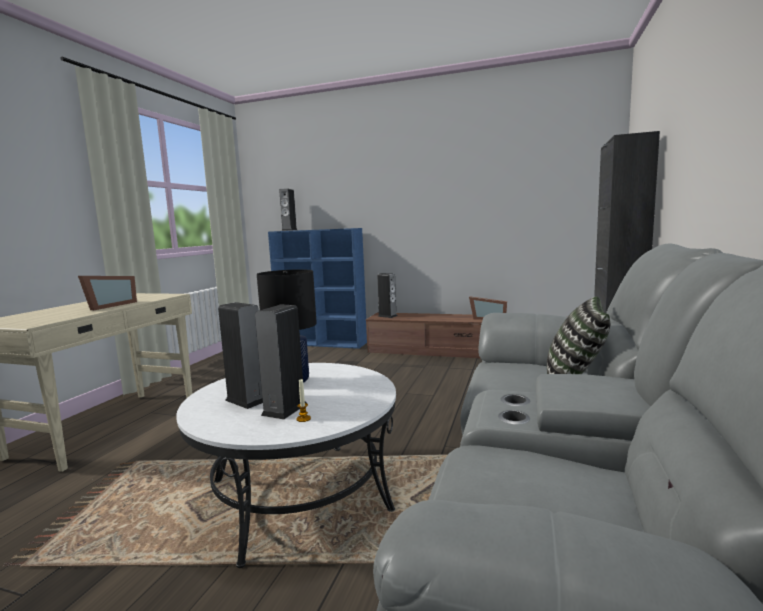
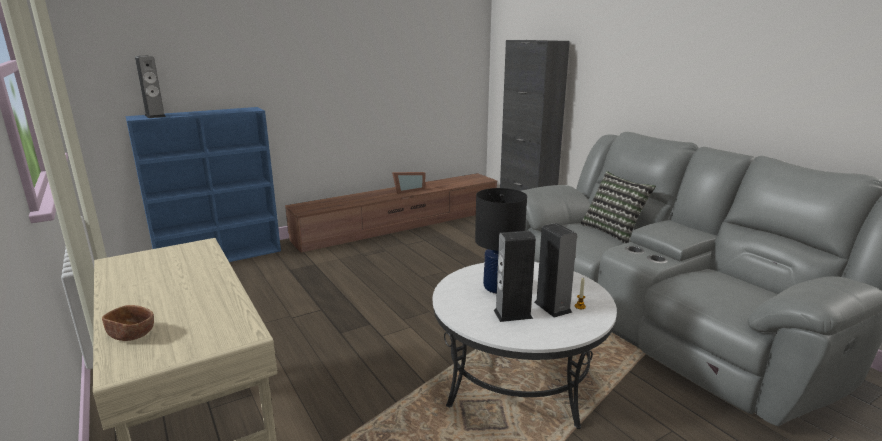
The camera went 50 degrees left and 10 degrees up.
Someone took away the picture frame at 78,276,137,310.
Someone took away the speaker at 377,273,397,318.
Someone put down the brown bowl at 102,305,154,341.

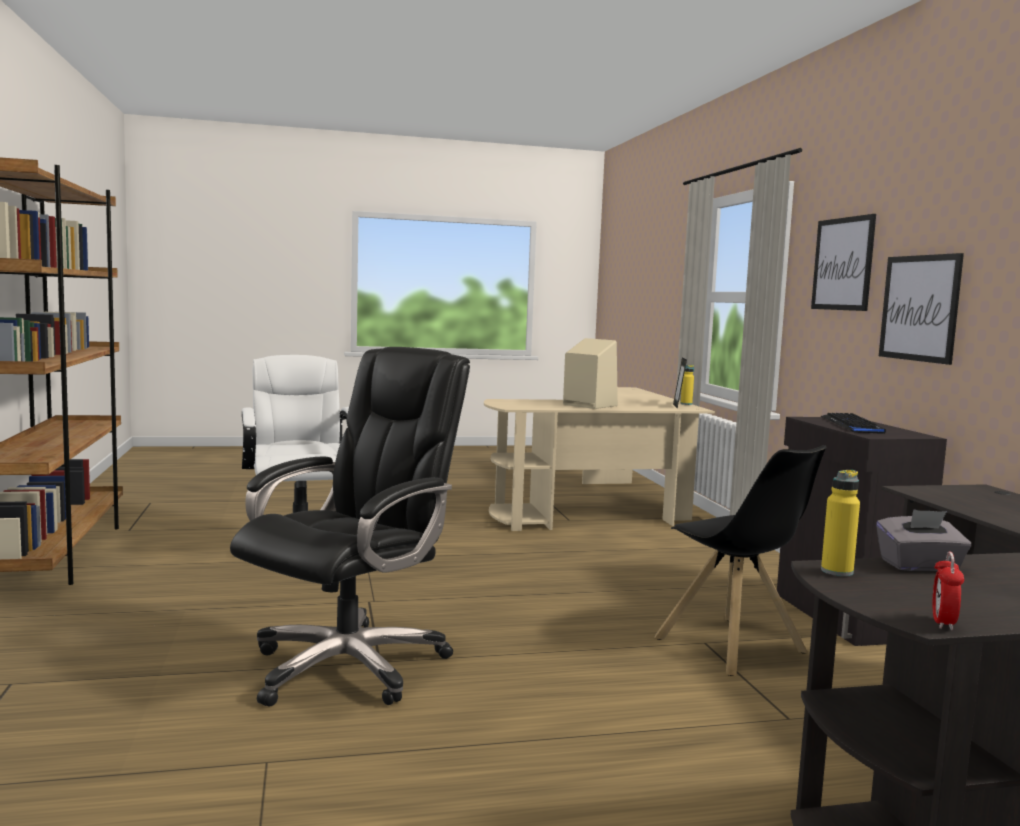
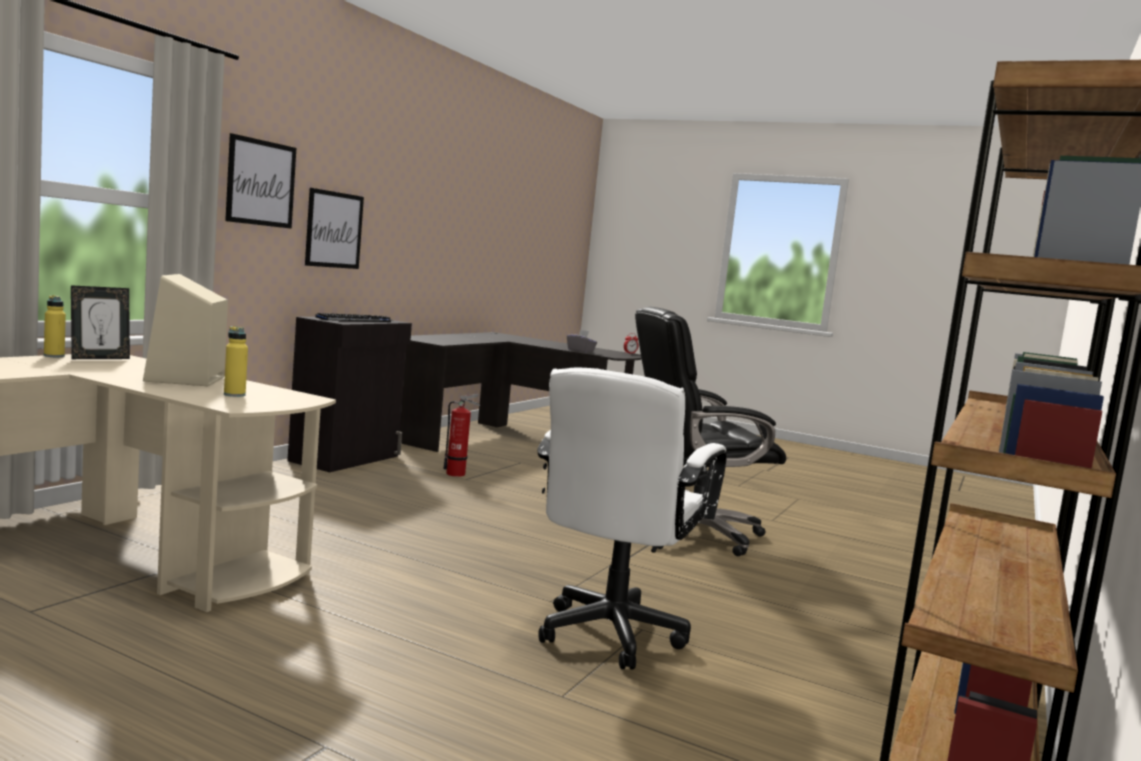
The camera went 140 degrees left and 0 degrees up.
Someone carried the yellow bottle from 821,470,860,576 to 224,326,248,397.
Someone swapped the black chair at 654,445,826,676 for the fire extinguisher at 443,394,480,477.

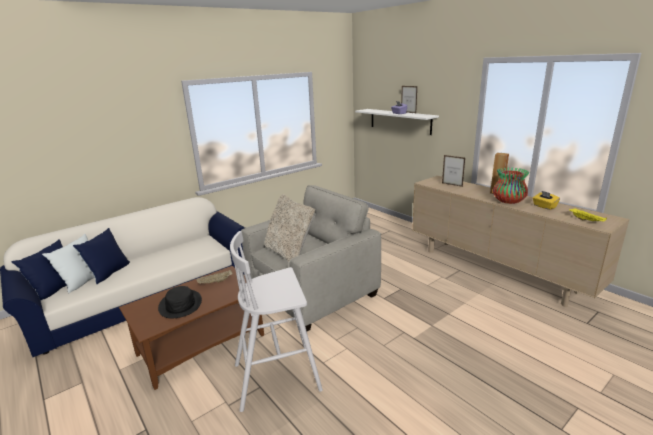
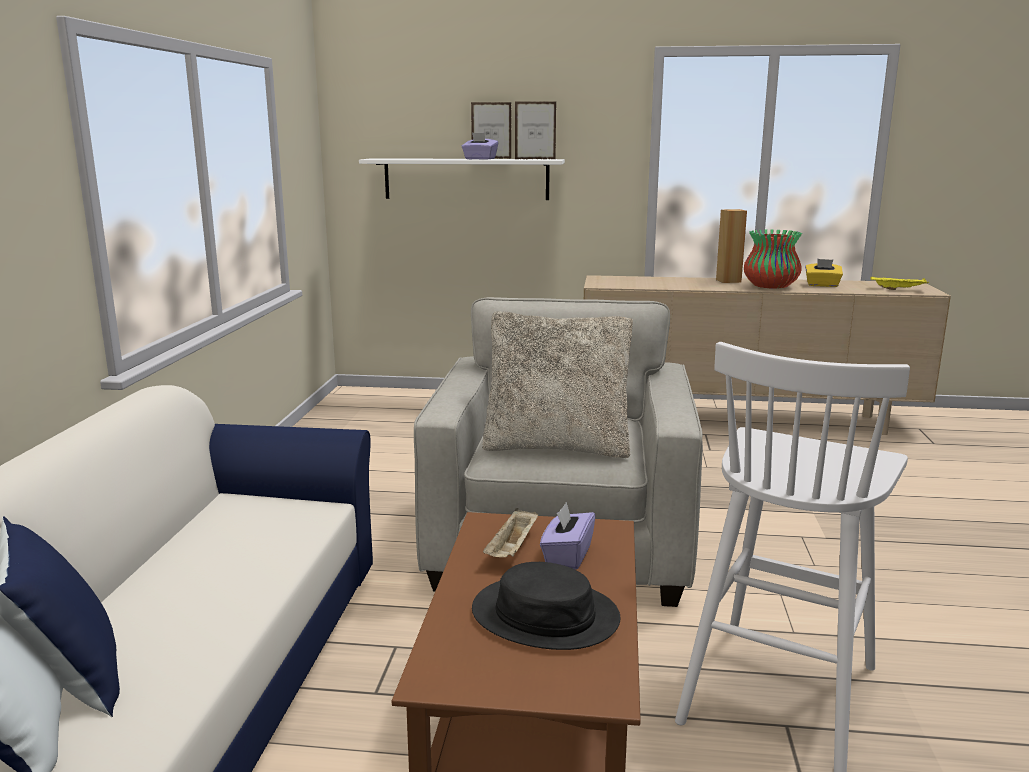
The camera went 45 degrees left and 5 degrees down.
Someone put down the purple tissue box at 540,502,595,570.
Someone carried the picture frame from 442,155,465,187 to 515,101,557,159.

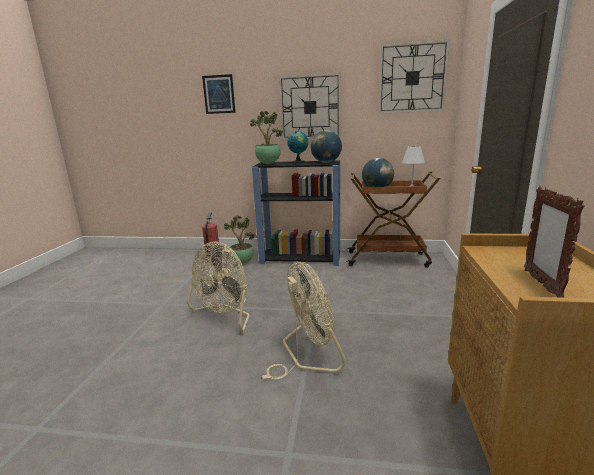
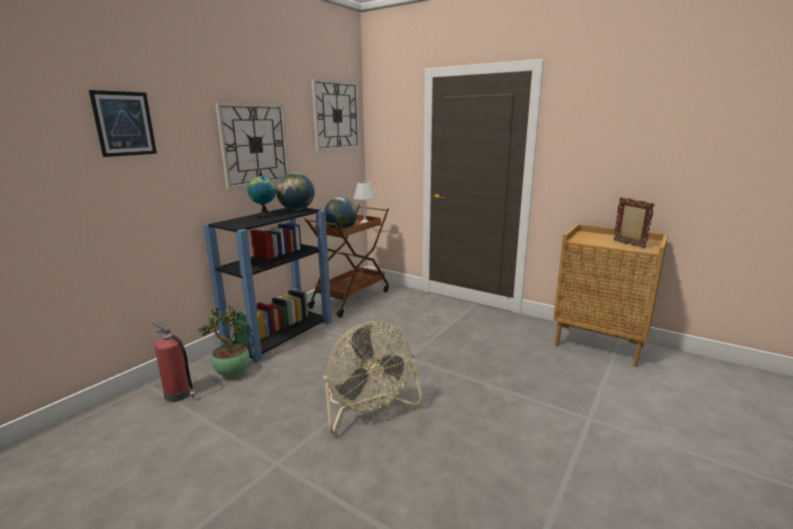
The camera went 65 degrees left and 0 degrees up.
Someone took away the potted plant at 250,111,283,164.
Someone took away the beige fan at 260,262,346,381.
Someone rotated the picture frame at 524,187,585,298 by 150 degrees counterclockwise.

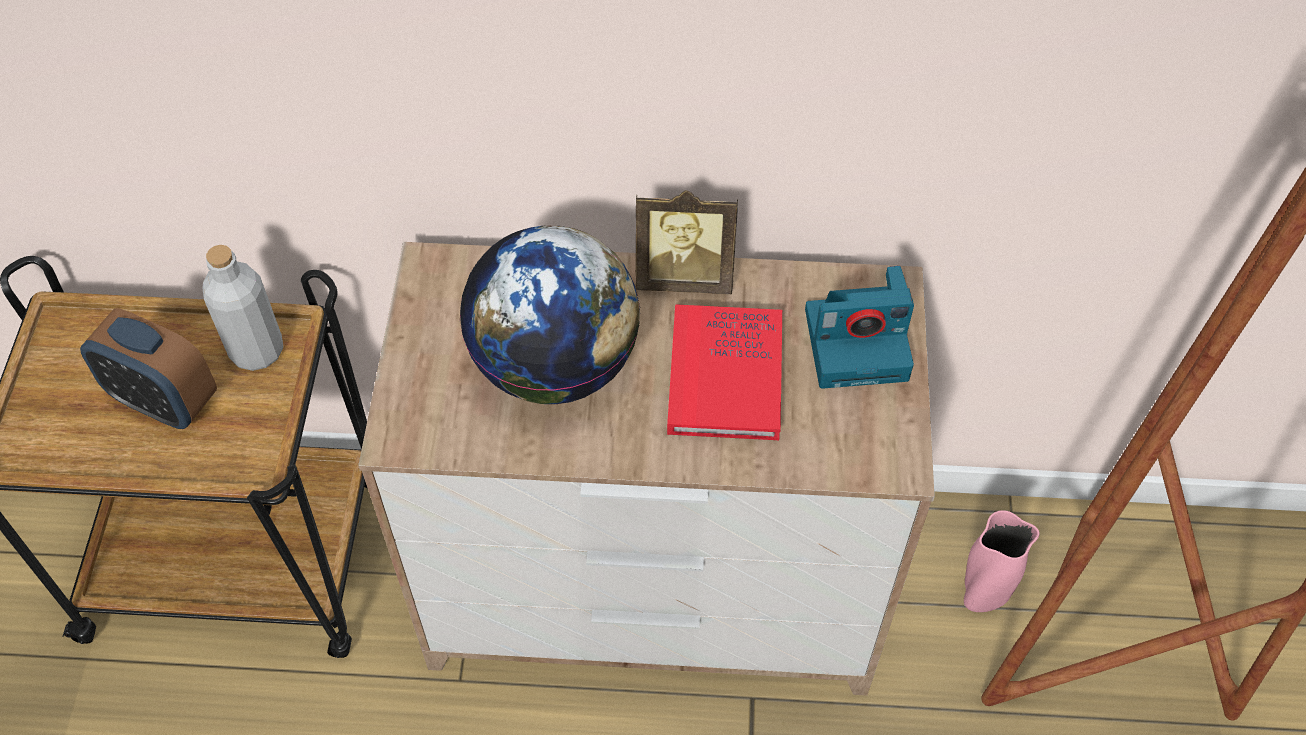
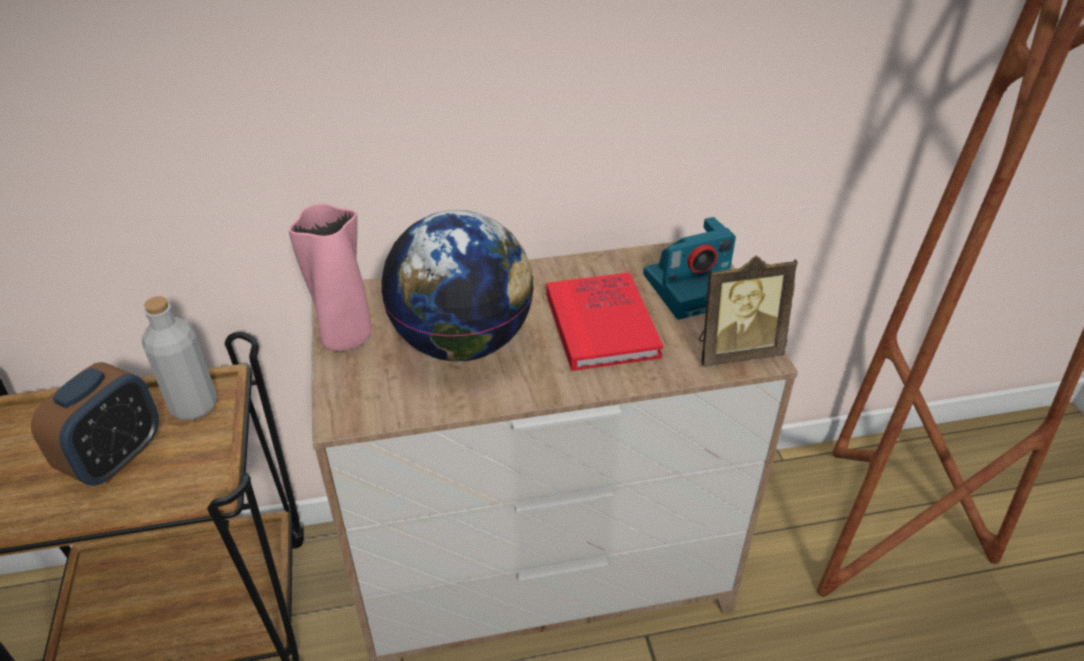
The camera went 15 degrees left and 15 degrees down.
Someone carried the picture frame from 636,190,738,294 to 699,256,798,367.
Someone carried the pink vase from 964,510,1040,612 to 289,204,372,352.
Someone rotated the alarm clock at 80,308,217,429 by 75 degrees counterclockwise.

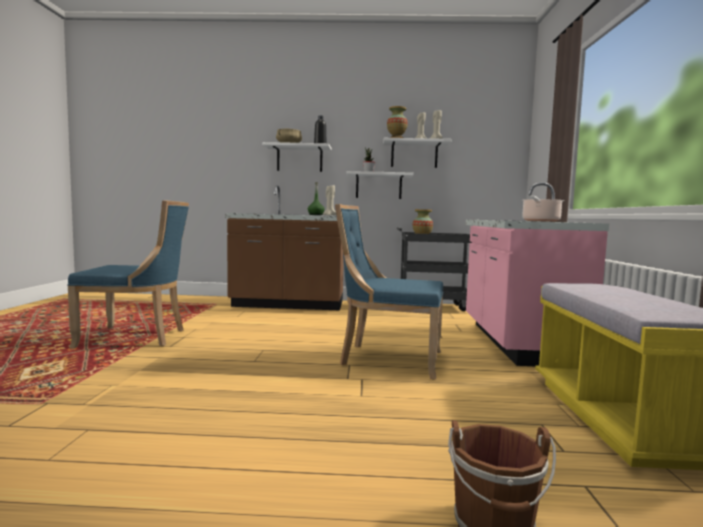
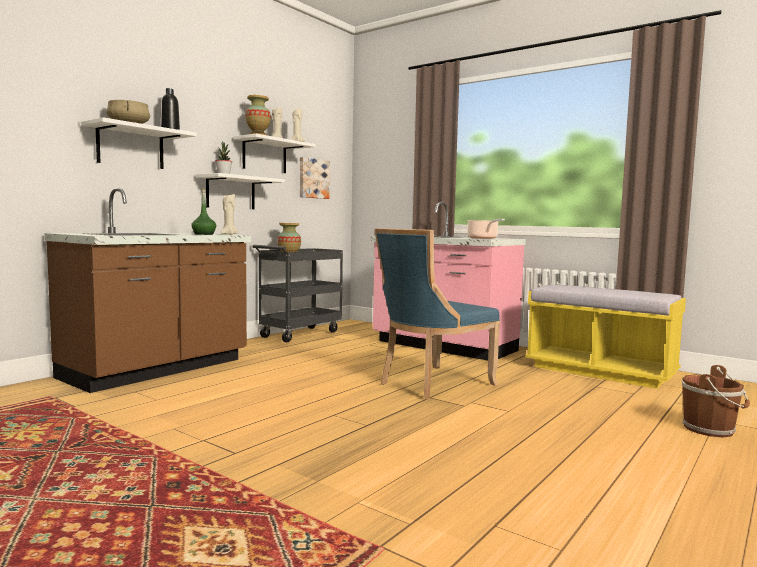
The camera went 55 degrees left and 0 degrees up.
Someone took away the blue chair at 67,200,189,348.
Someone put up the picture at 300,157,330,199.

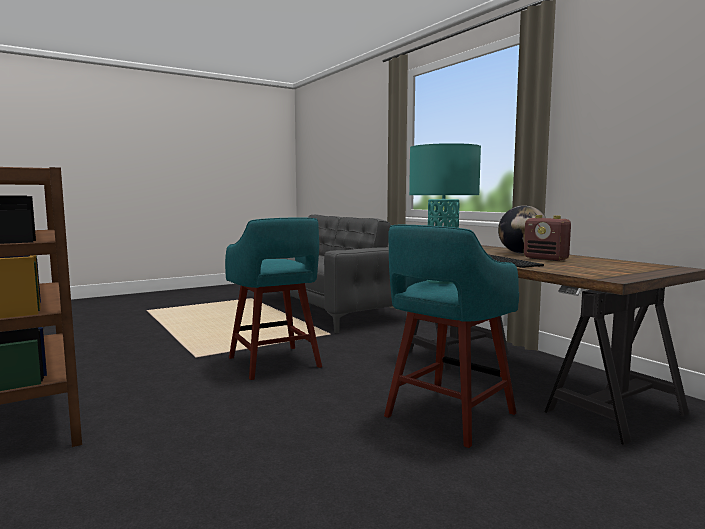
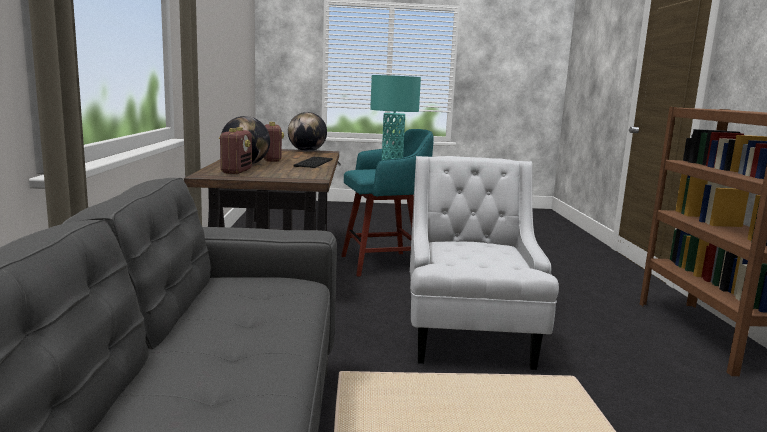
The camera went 150 degrees left and 5 degrees up.
Someone put down the radio at 219,127,252,174.
Someone put down the globe at 288,112,327,152.
Someone swapped the turquoise stool at 225,217,322,380 for the white armchair at 410,156,559,370.

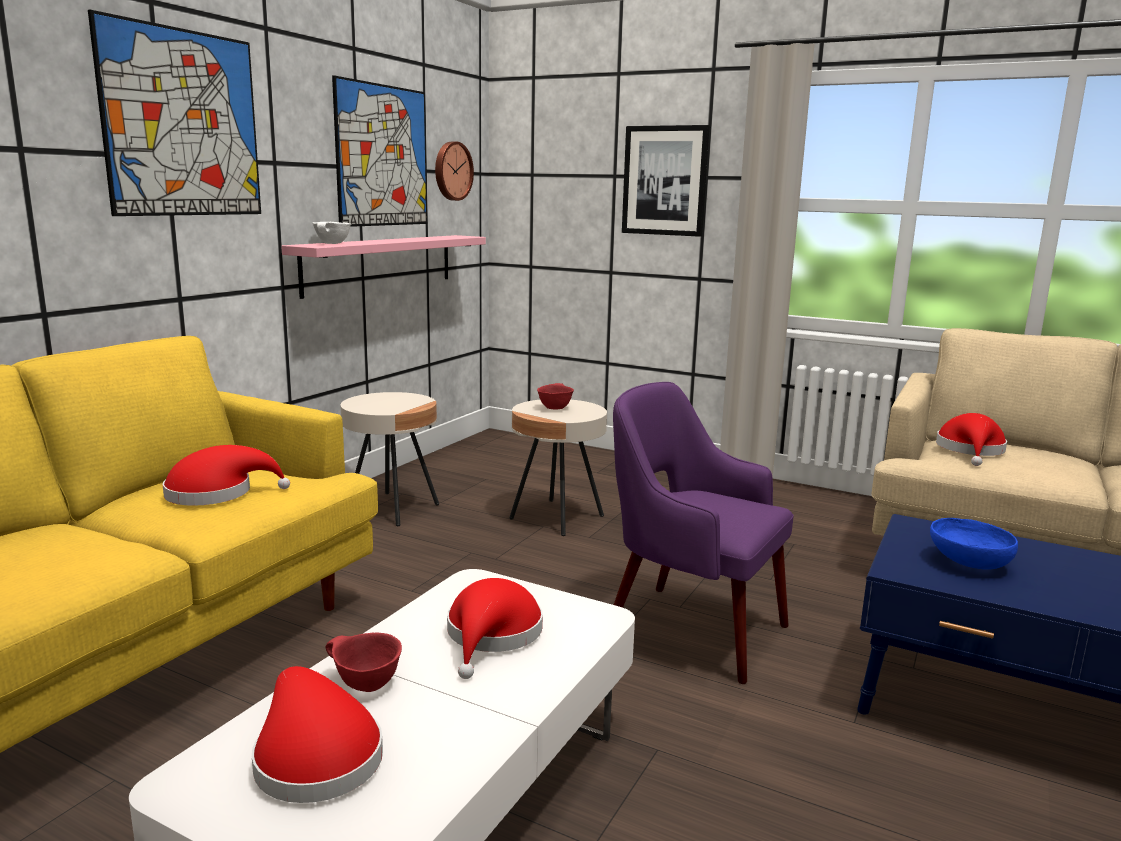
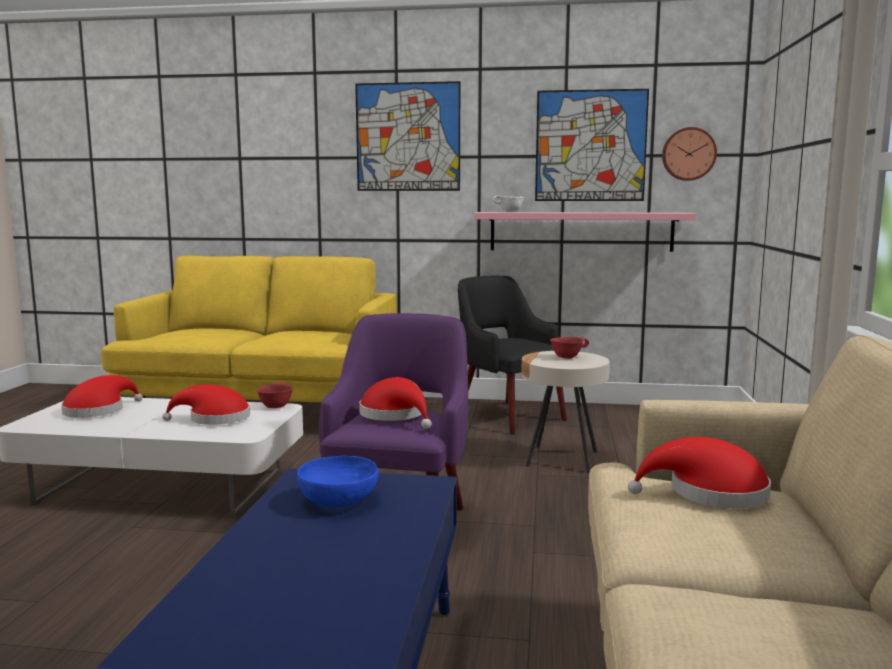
The camera went 70 degrees right and 5 degrees down.
Someone took away the picture at 622,125,710,237.
Someone carried the red hat from 163,445,290,506 to 359,377,432,429.
Someone carried the red bowl from 326,633,402,692 to 257,382,293,408.
Someone swapped the beige side table at 341,392,439,526 for the black armchair at 458,276,567,435.

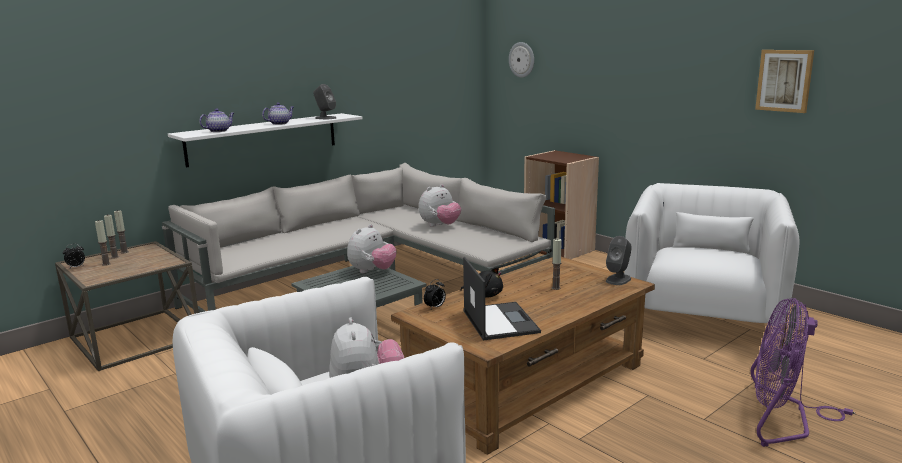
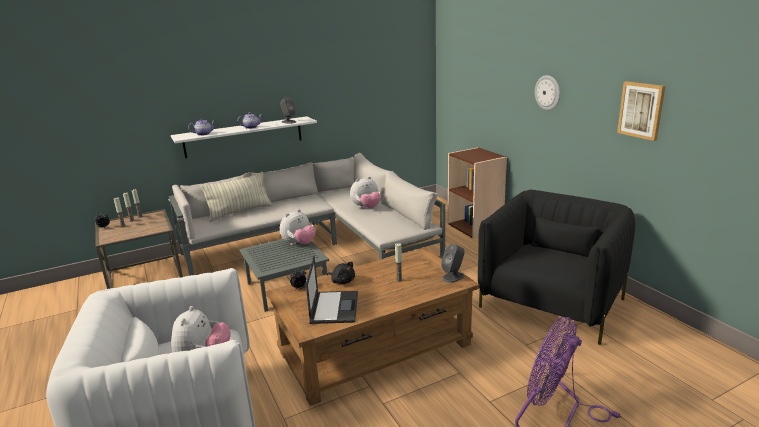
The camera went 15 degrees right and 5 degrees up.
Someone put down the pillow at 201,172,272,222.
Someone carried the wall clock from 509,42,534,78 to 535,75,560,110.
Someone repainted the white armchair at 624,183,799,349, which became the black armchair at 478,189,635,345.

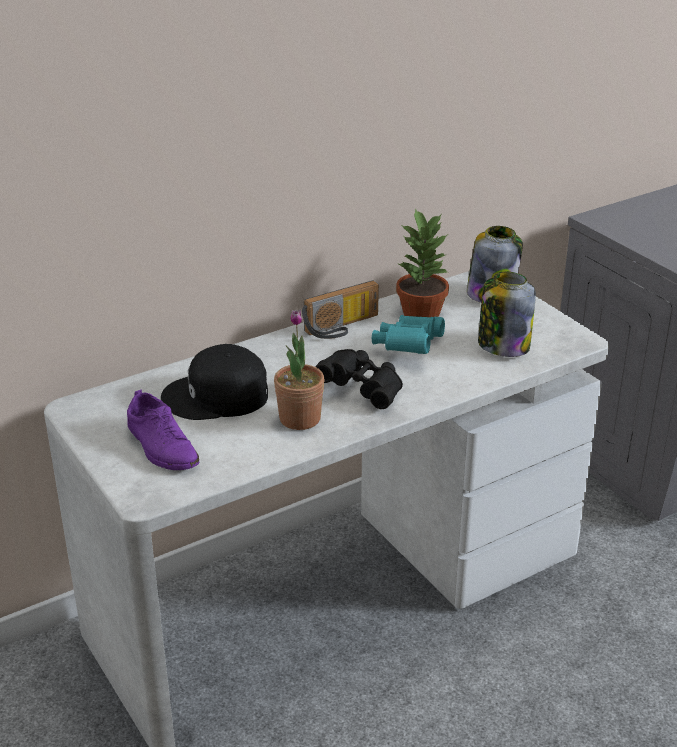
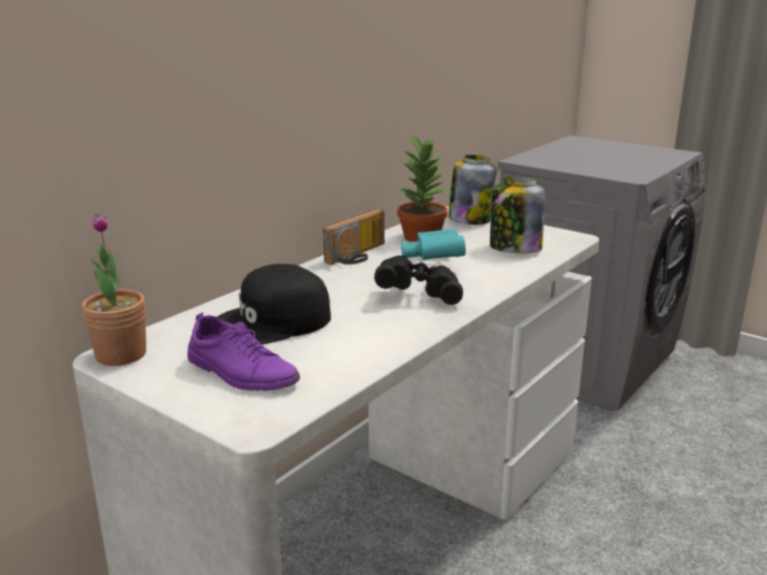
The camera went 20 degrees left and 10 degrees down.
Someone carried the potted plant from 274,310,325,430 to 82,213,146,366.

